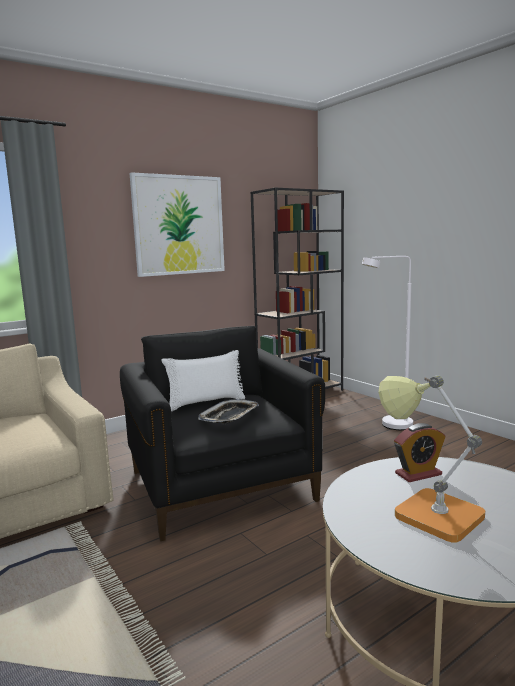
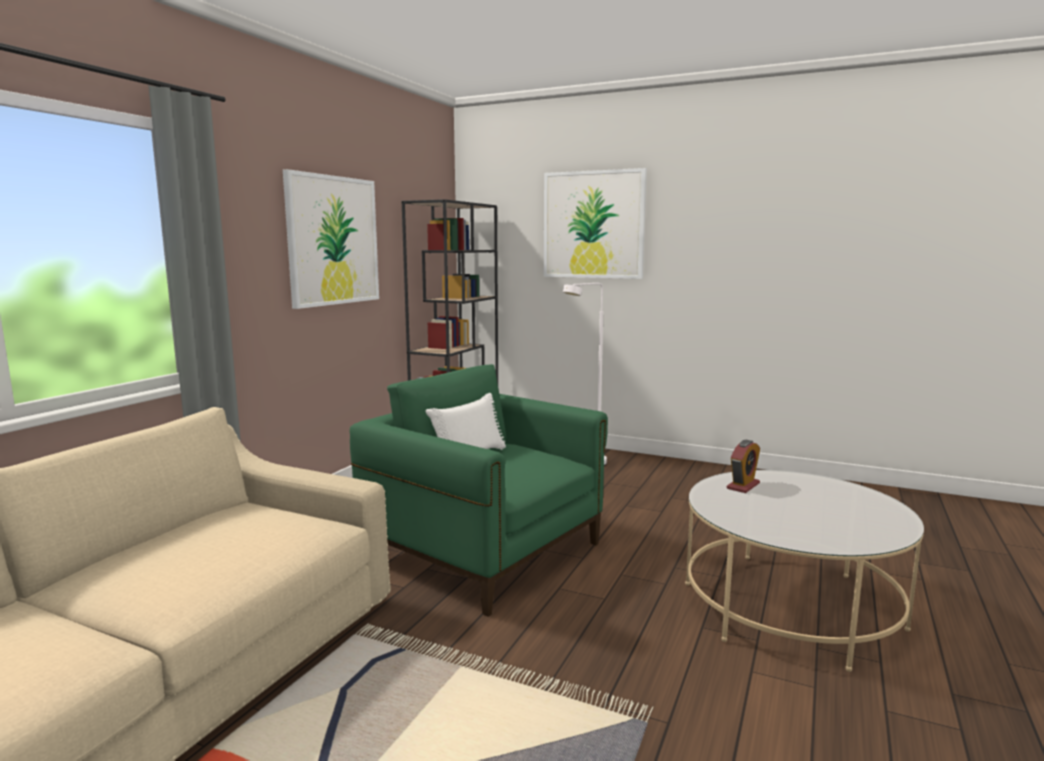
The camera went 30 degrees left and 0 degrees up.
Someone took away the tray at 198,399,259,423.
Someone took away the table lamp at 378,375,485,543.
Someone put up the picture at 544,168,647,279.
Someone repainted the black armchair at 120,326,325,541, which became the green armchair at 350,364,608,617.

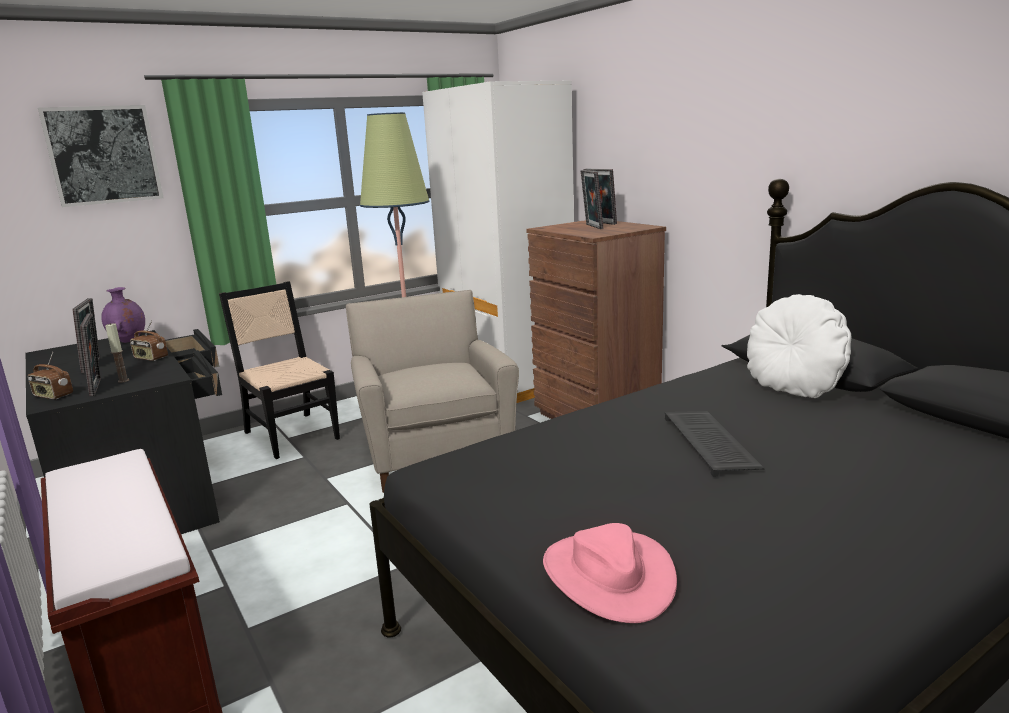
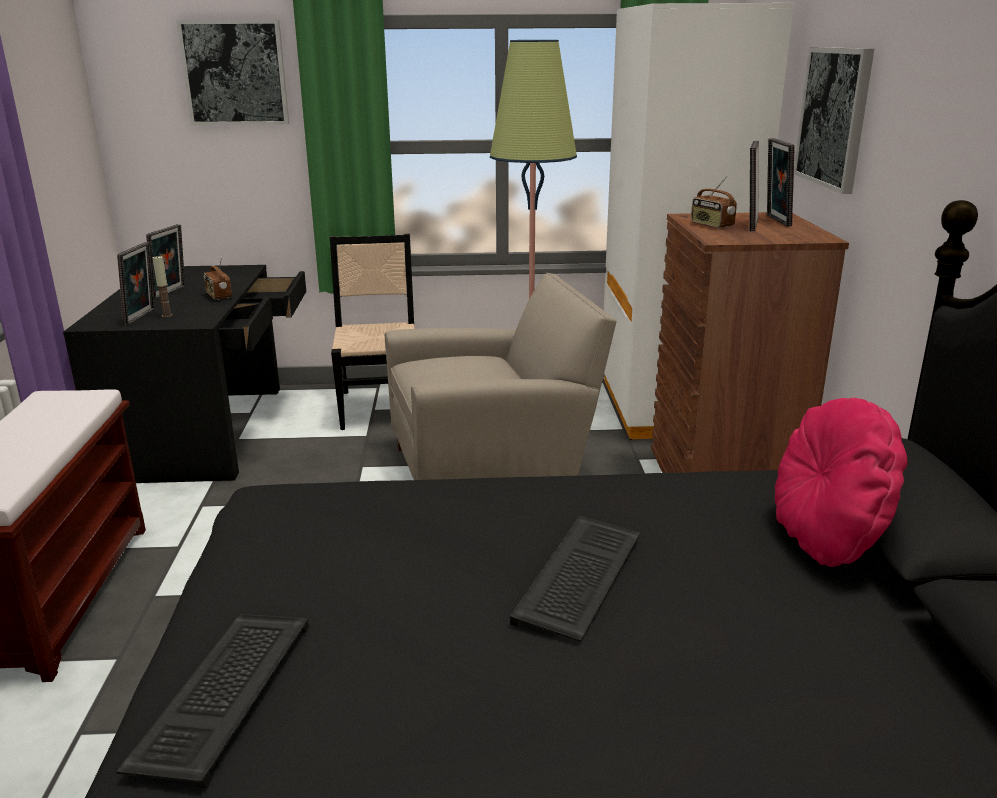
The camera went 30 degrees right and 5 degrees up.
Someone took away the purple vase at 101,287,145,343.
Someone put up the picture at 794,47,874,194.
Someone carried the radio from 28,352,73,399 to 691,176,737,229.
Someone swapped the pink hat at 543,523,677,623 for the keyboard at 116,614,309,788.
Someone repainted the white pillow at 747,294,851,398, which became the pink pillow at 775,398,907,567.
Someone rotated the beige armchair at 346,290,519,493 by 60 degrees clockwise.

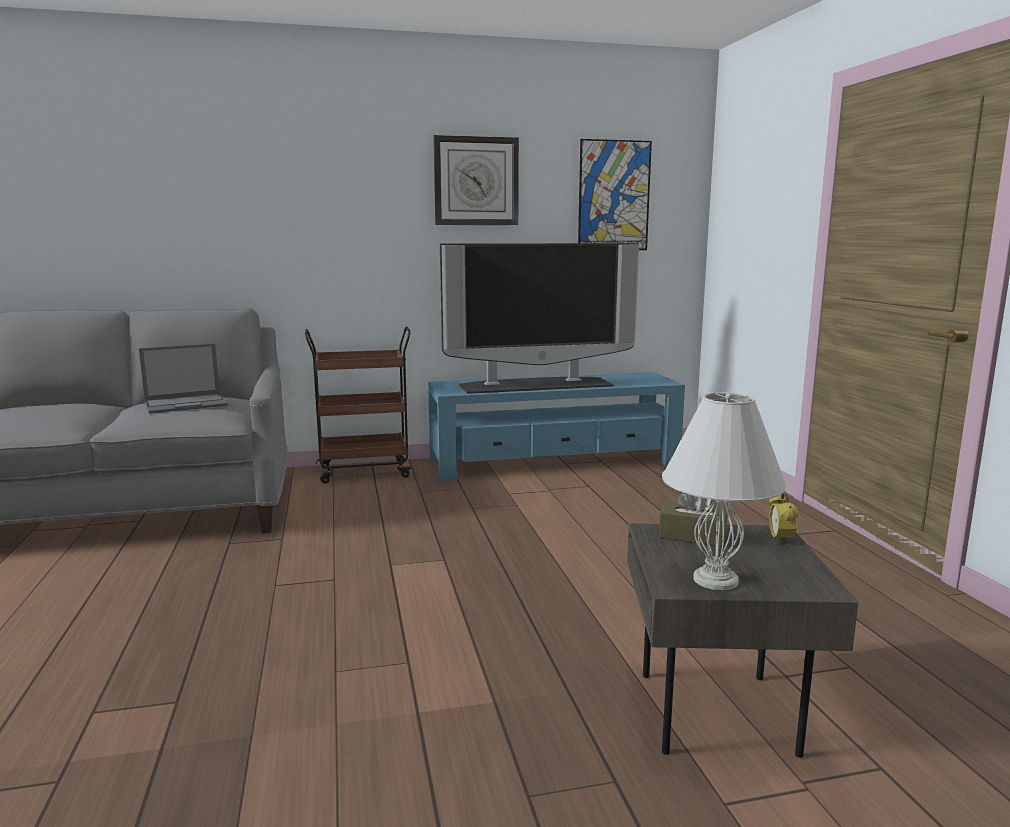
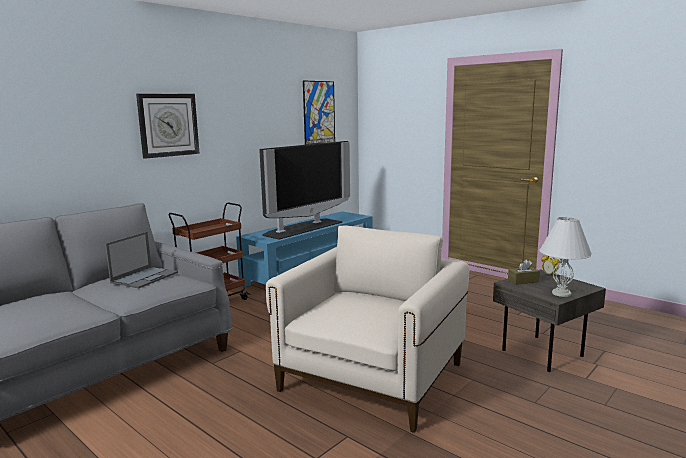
The camera went 35 degrees left and 0 degrees up.
Someone put down the beige armchair at 266,225,469,433.
Someone carried the wall clock from 433,135,519,225 to 136,93,200,159.

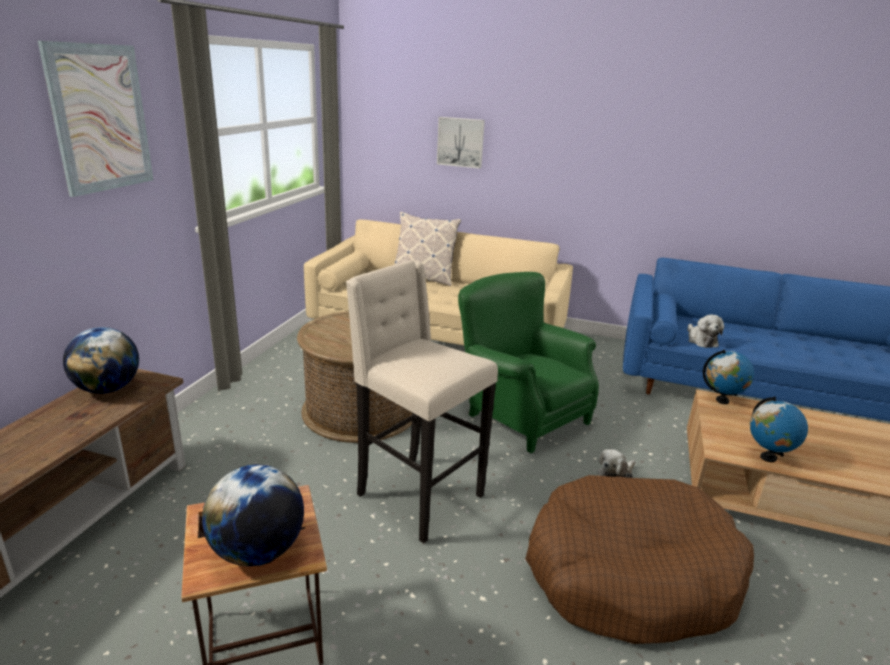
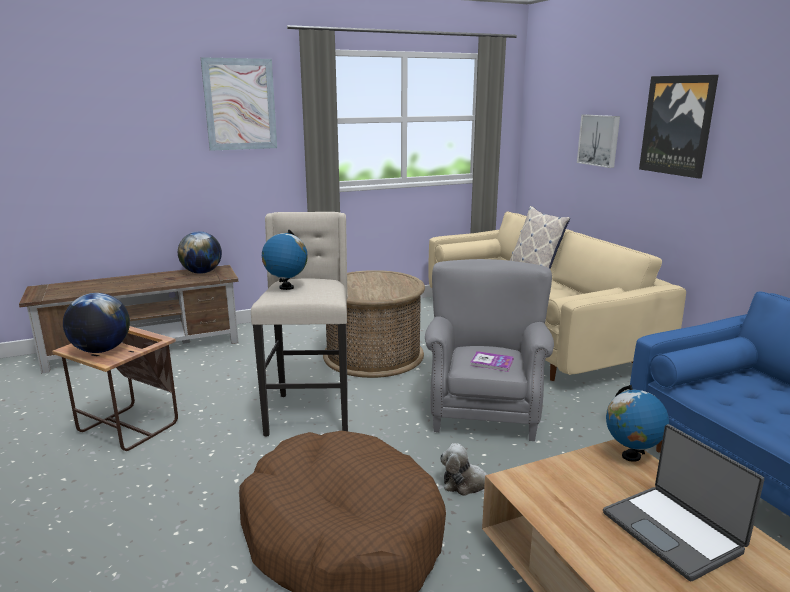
The camera went 50 degrees right and 5 degrees down.
Someone took away the plush toy at 687,314,724,348.
Someone put down the book at 470,351,514,372.
Someone put down the laptop at 603,424,764,582.
Someone put up the picture at 639,75,719,179.
Someone carried the globe from 750,397,808,462 to 262,230,308,290.
Someone repainted the green armchair at 458,272,599,453, which became the grey armchair at 425,259,554,441.

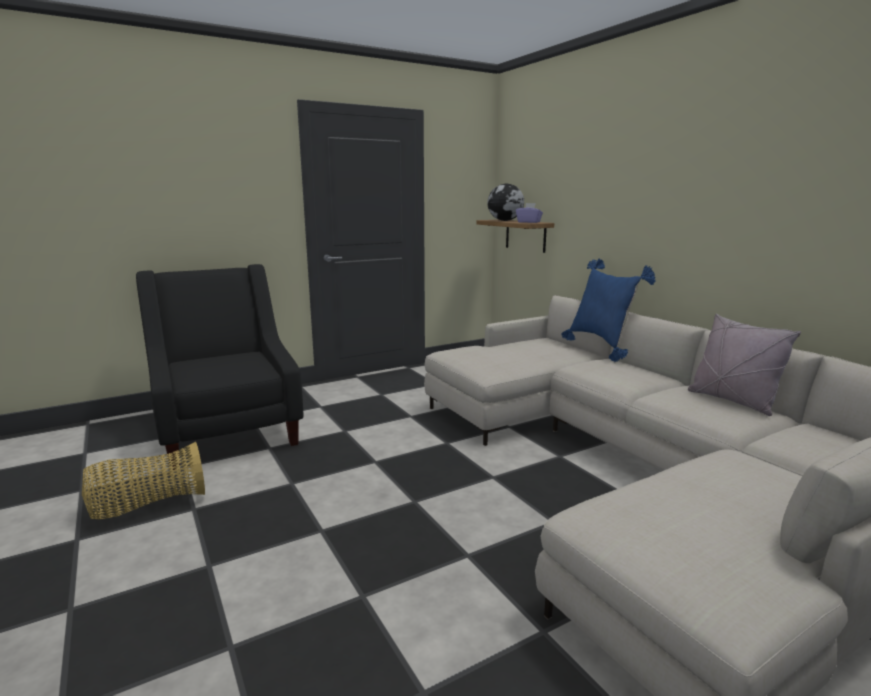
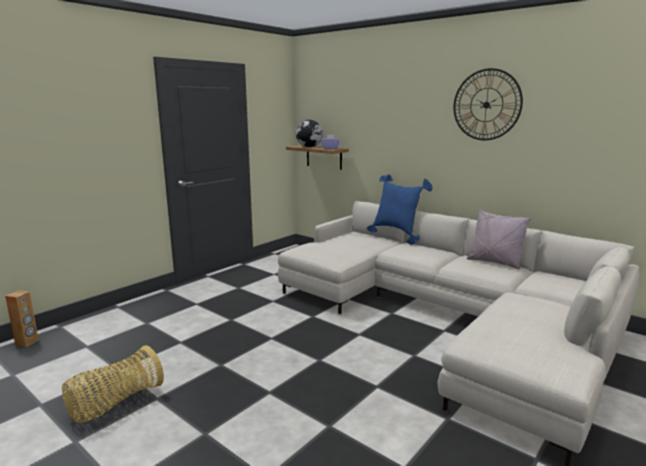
The camera went 20 degrees left and 0 degrees up.
Someone took away the black armchair at 136,264,303,470.
Someone put down the brown speaker at 5,290,39,347.
Someone put up the wall clock at 454,68,523,140.

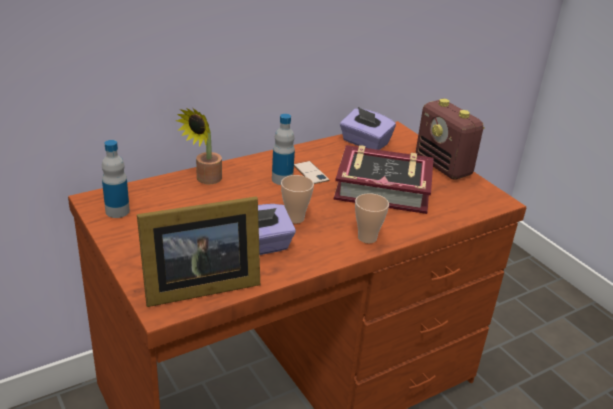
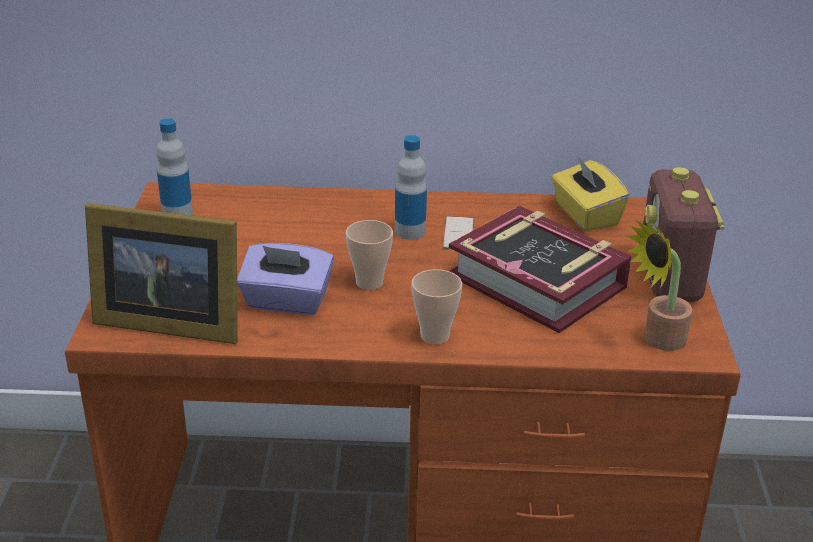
The camera went 35 degrees right and 0 degrees up.
Someone carried the potted plant from 176,108,222,184 to 627,220,693,351.
Someone repainted the purple tissue box at 340,107,396,150, which became the yellow tissue box at 552,156,629,232.

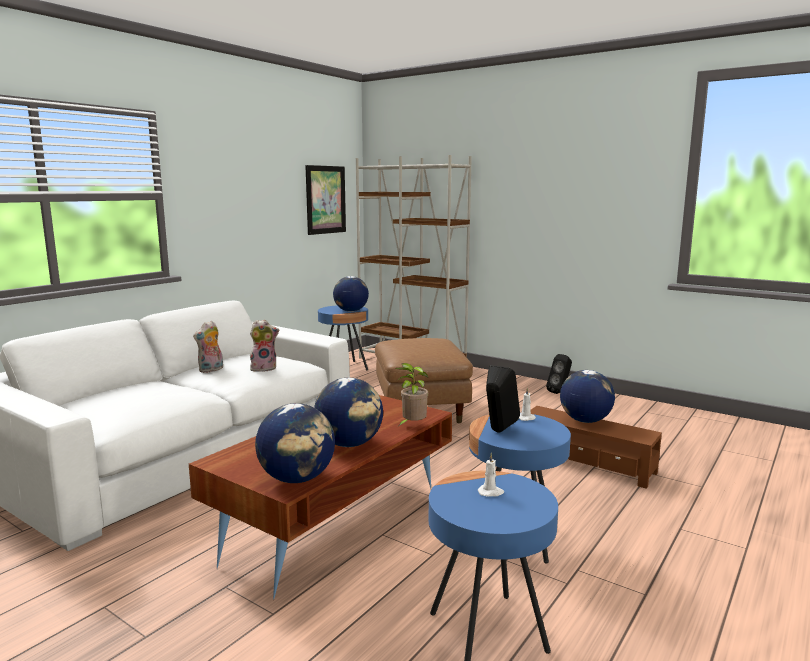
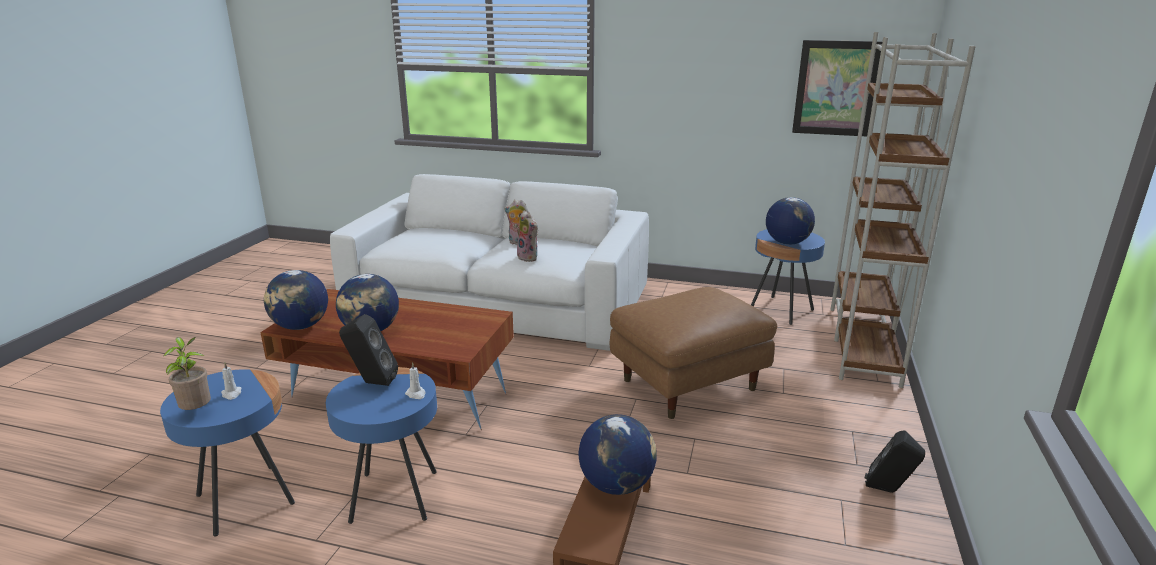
The camera went 70 degrees right and 10 degrees up.
Someone carried the potted plant from 395,363,428,426 to 164,337,211,410.

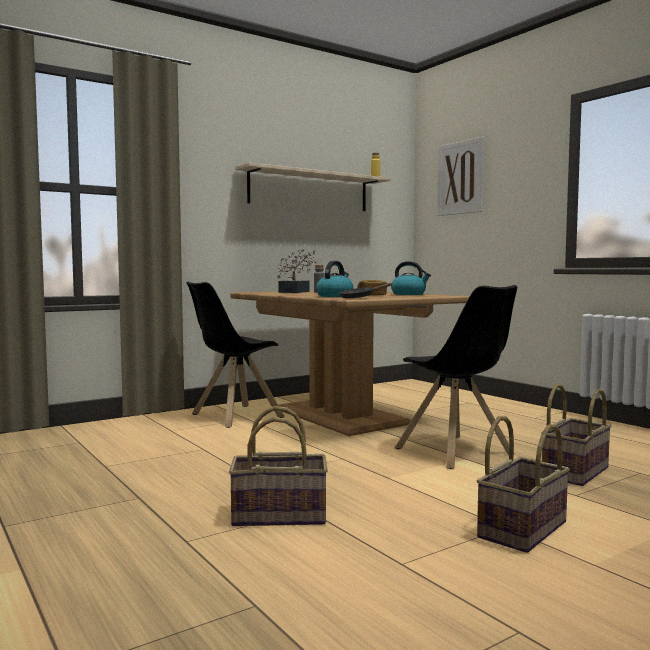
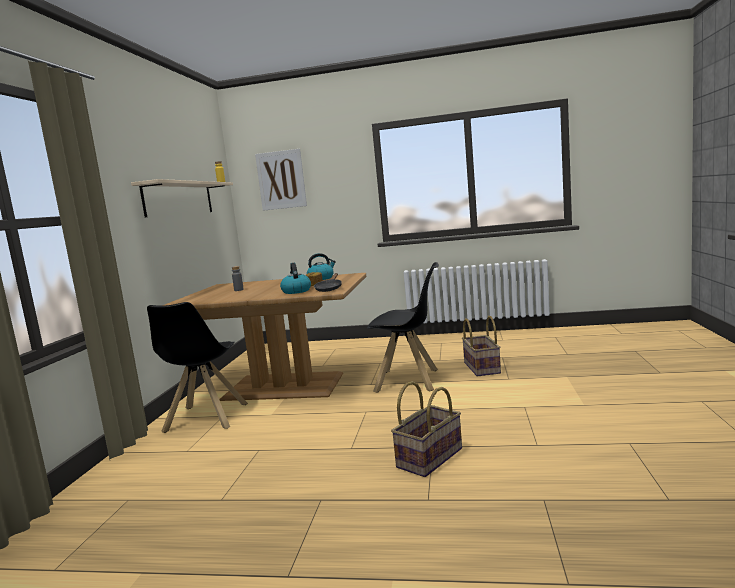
The camera went 45 degrees left and 5 degrees up.
Someone took away the potted plant at 277,248,317,293.
Someone took away the basket at 477,416,570,553.

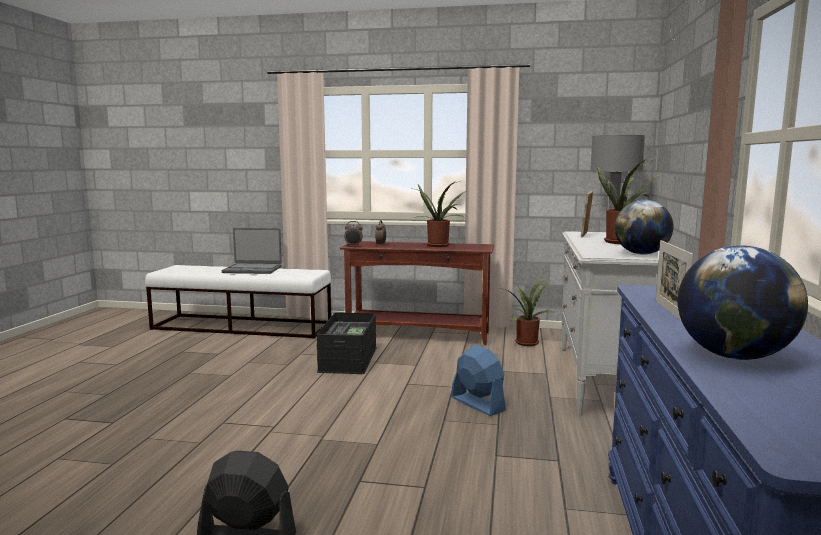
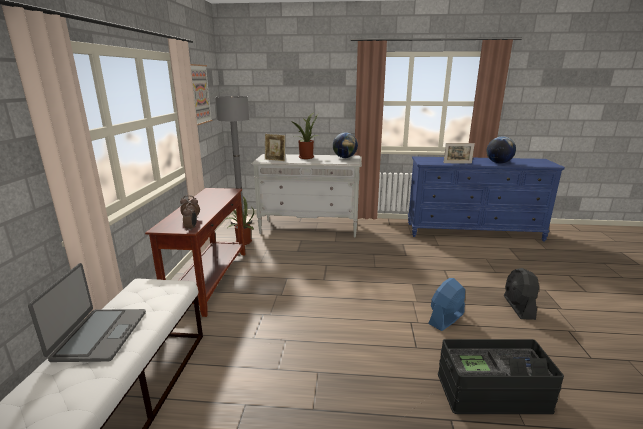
The camera went 95 degrees left and 10 degrees up.
Someone took away the potted plant at 410,181,467,247.
Someone put up the picture at 190,64,212,125.
Someone carried the black storage box from 317,312,377,374 to 438,339,564,414.
Someone carried the blue fan from 451,345,506,416 to 428,278,465,331.

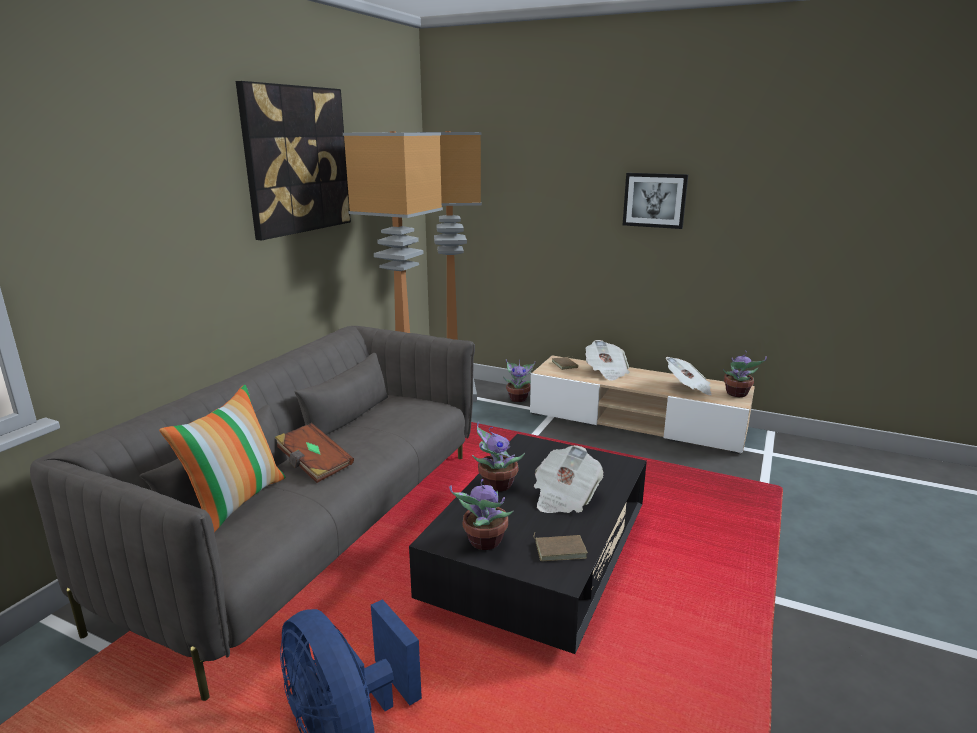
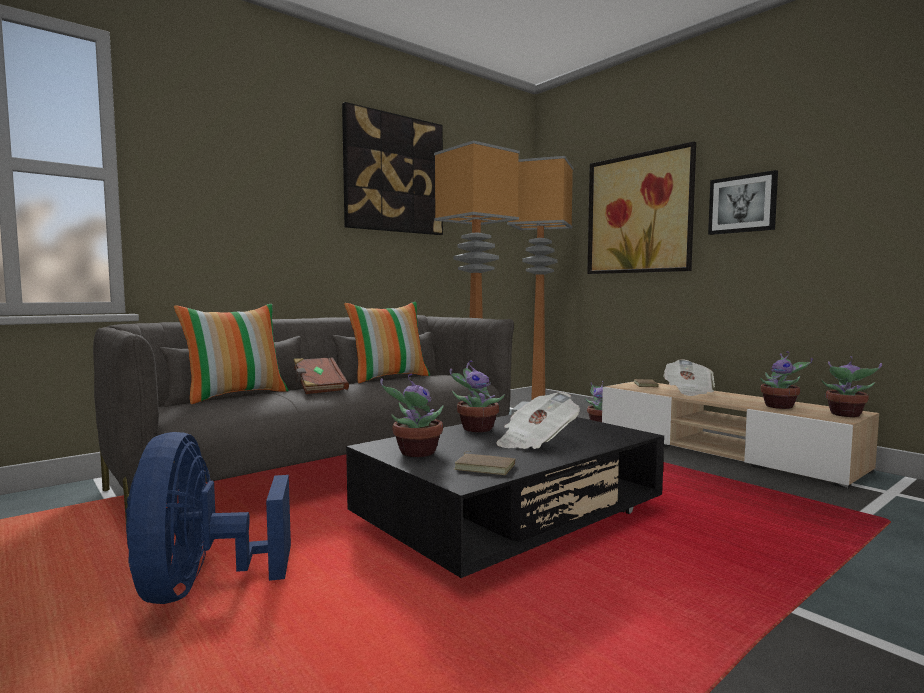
The camera went 25 degrees right and 15 degrees down.
Someone put down the pillow at 344,302,430,383.
Someone put up the picture at 587,141,696,274.
Someone swapped the newspaper at 666,357,712,396 for the potted plant at 760,351,813,409.

